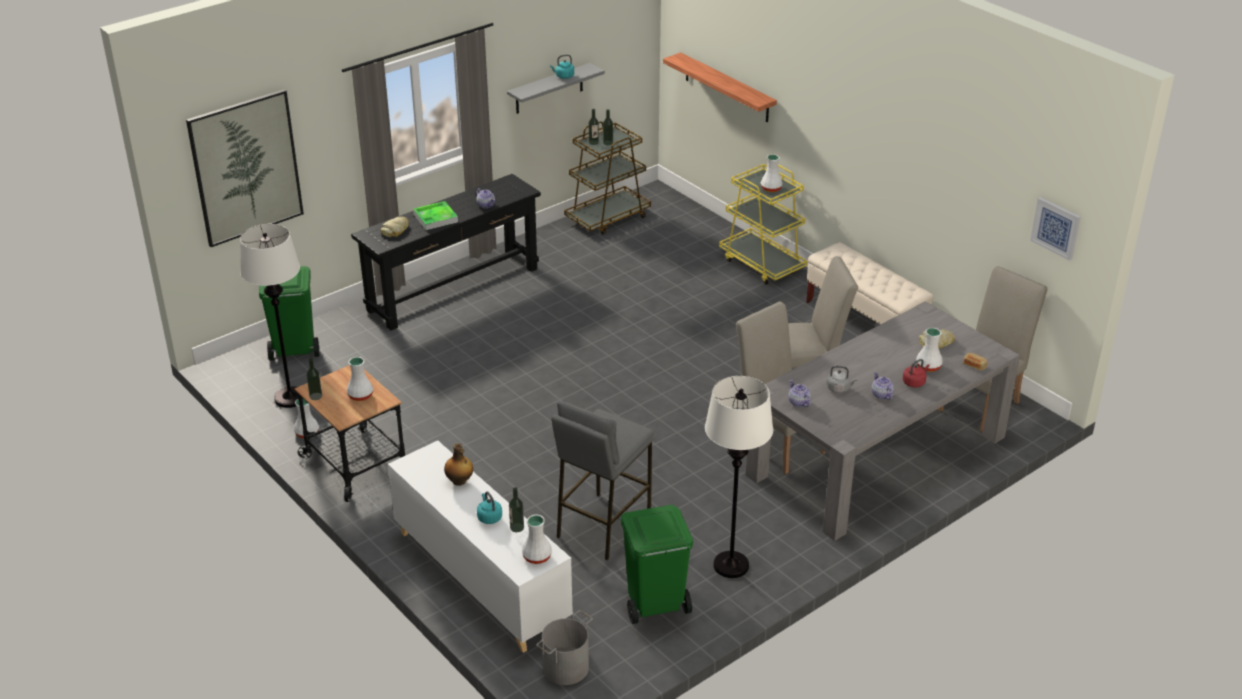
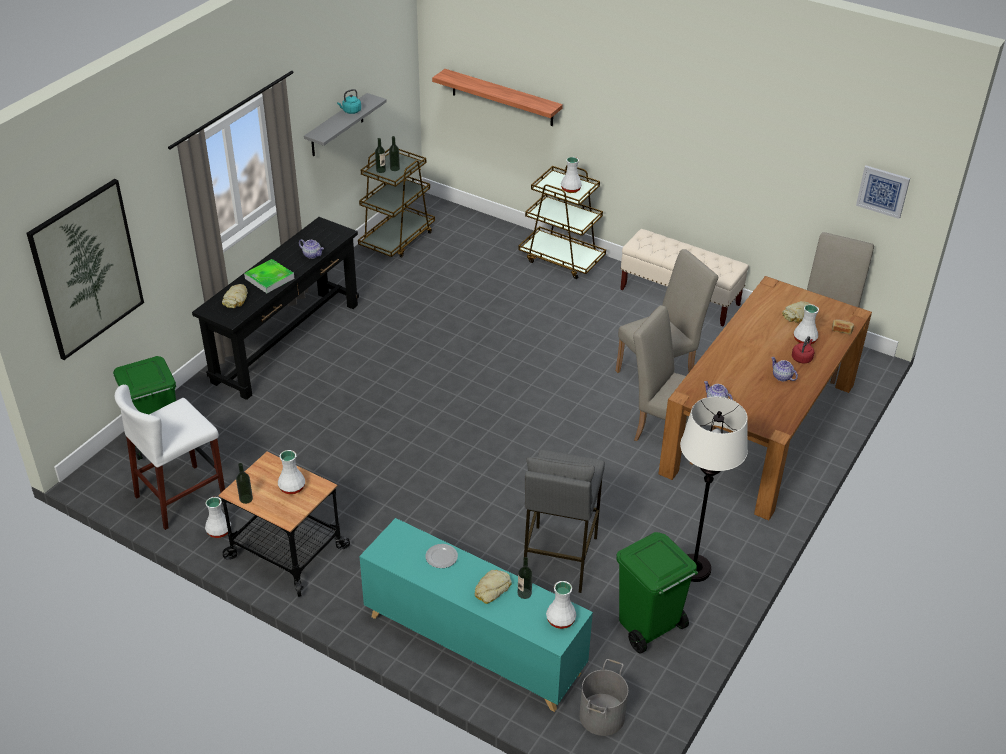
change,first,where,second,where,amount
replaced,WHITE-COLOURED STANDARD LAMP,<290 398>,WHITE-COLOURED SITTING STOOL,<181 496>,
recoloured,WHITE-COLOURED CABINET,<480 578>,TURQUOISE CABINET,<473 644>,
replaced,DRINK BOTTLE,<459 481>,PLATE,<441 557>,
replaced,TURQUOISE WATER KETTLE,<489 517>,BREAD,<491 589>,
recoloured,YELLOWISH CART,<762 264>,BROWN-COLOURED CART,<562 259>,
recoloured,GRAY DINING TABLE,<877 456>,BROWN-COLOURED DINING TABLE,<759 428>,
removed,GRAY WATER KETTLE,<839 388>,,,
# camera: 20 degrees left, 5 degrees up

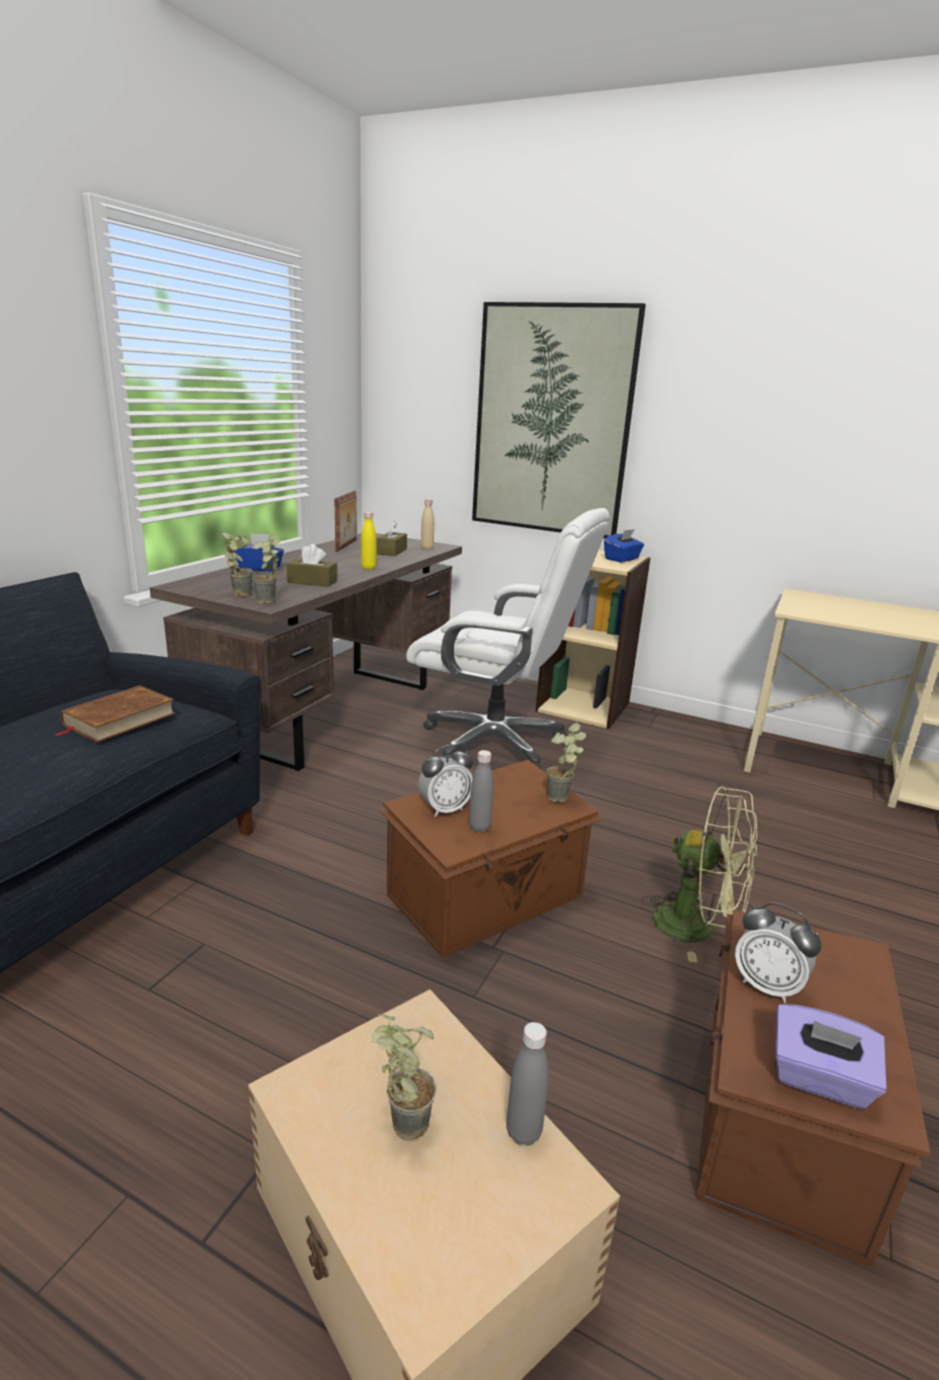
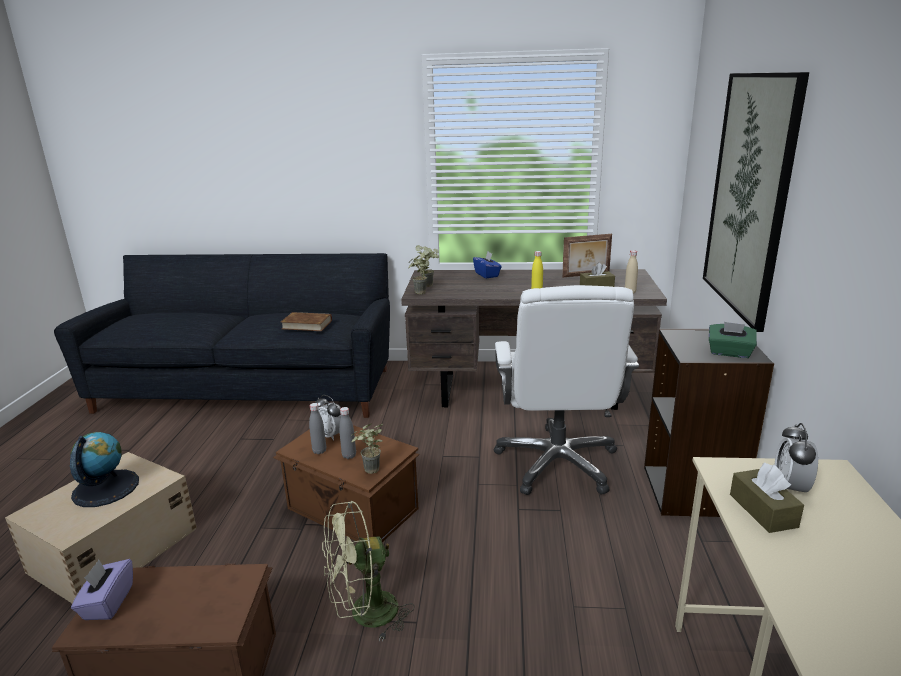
change,first,where,second,where,amount
replaced,PLANT IN A POT,<399 1123>,WORLD GLOBE,<105 488>,
turned,GREEN FAN,<697 927>,,<364 615>,60 degrees clockwise
moved,GRAY DRINK BOTTLE,<523 1131>,,<349 456>,
recoloured,BEIGE-COLOURED BOOKSHELF,<583 706>,BLACK BOOKSHELF,<692 491>,
recoloured,BLUISH BOX OF TISSUES,<622 559>,GREEN BOX OF TISSUES,<729 353>,
moved,BROWN-COLOURED BOX OF TISSUES,<312 582>,,<763 510>,
moved,TABLE CLOCK,<767 985>,,<790 488>,
# camera: 70 degrees right, 0 degrees up

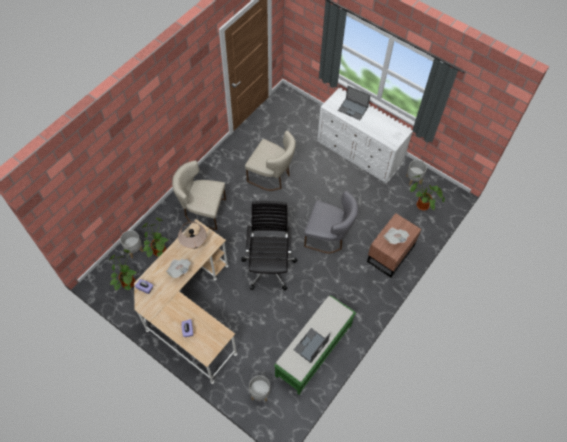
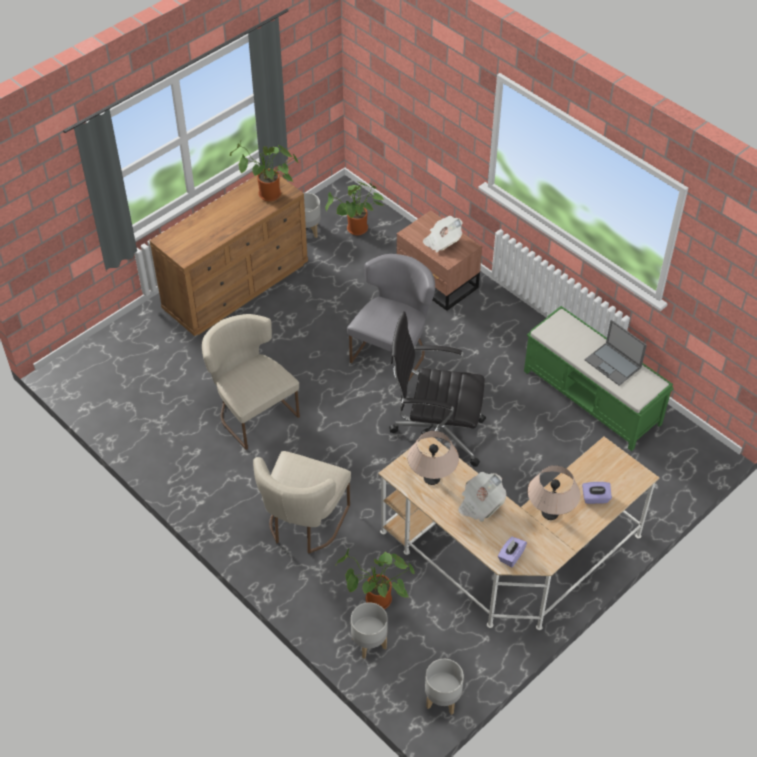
change,first,where,second,where,amount
recoloured,WHITE-COLOURED DRAWER CHEST,<359 153>,BROWN-COLOURED DRAWER CHEST,<237 286>,
turned,BEIGE-COLOURED CHAIR,<272 176>,,<252 411>,75 degrees counterclockwise
moved,PLANT IN A POT,<127 281>,,<267 196>,
moved,GRAY PLANT POT,<260 393>,,<442 699>,
added,,,BEIGE-COLOURED TABLE LAMP,<550 513>,
removed,PORTABLE COMPUTER,<353 109>,,,
# camera: 80 degrees left, 10 degrees down

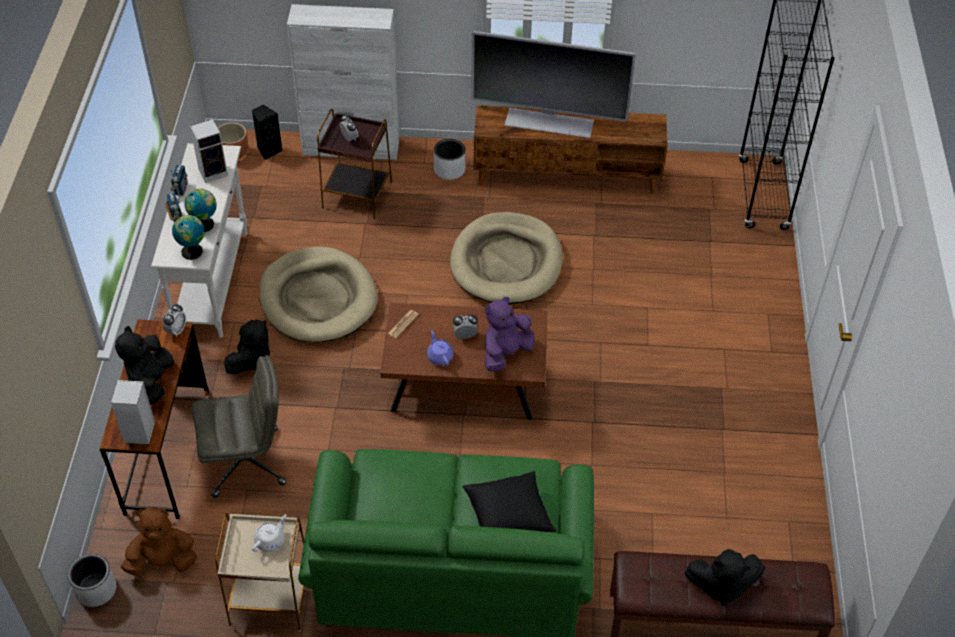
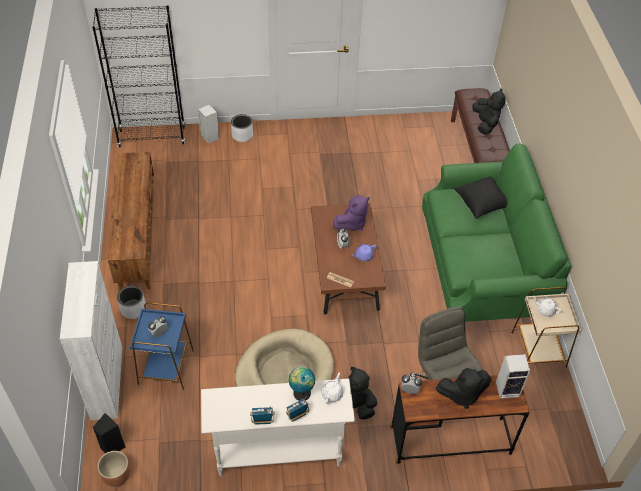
change,first,where,second,where,amount
recoloured,BROWN-COLOURED ACCENT TABLE,<357 195>,BLUISH ACCENT TABLE,<166 367>,
moved,SPEAKER,<214 171>,,<209 136>,
moved,WHITE-COLOURED PLANT POT,<96 590>,,<242 135>,
replaced,WORLD GLOBE,<193 250>,WHITE-COLOURED TEA POT,<332 393>,
turned,PURPLE SOFT TOY,<505 353>,,<352 223>,75 degrees counterclockwise
removed,BROWN-COLOURED SOFT TOY,<163 561>,,,
removed,BEIGE-COLOURED DOG CUSHION,<506 262>,,,
removed,TELEVISION,<549 122>,,,
# camera: 100 degrees left, 0 degrees up

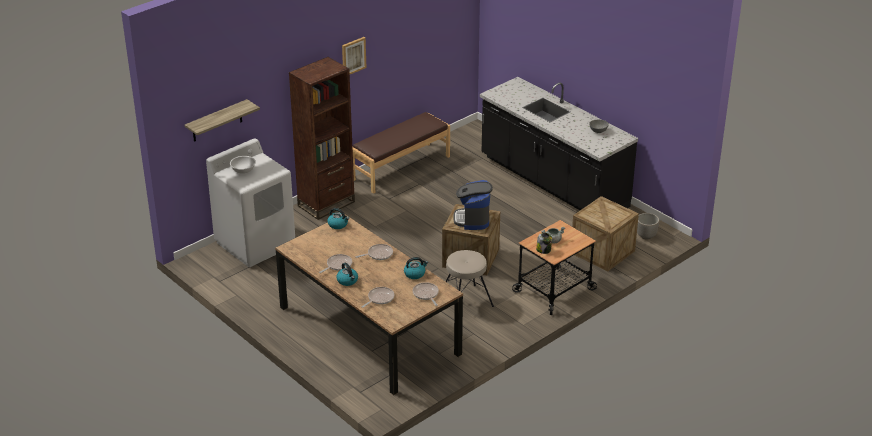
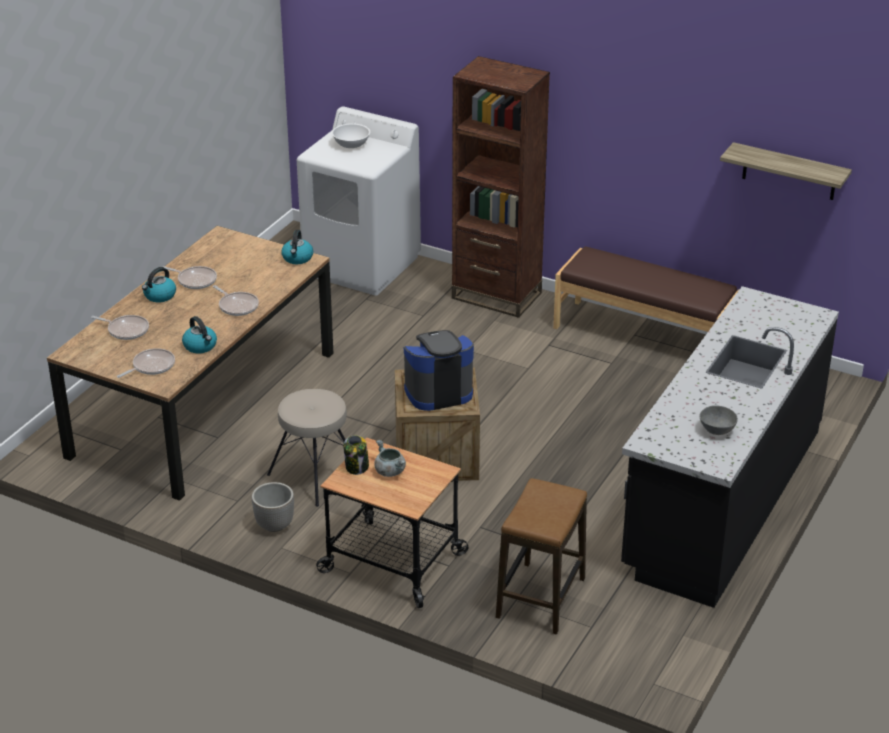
change,first,where,second,where,amount
moved,PLANT POT,<646 236>,,<275 525>,
replaced,CRATE,<602 252>,SITTING STOOL,<541 598>,
moved,SHELF,<217 121>,,<789 172>,
removed,WALL PICTURE,<353 56>,,,
# camera: 70 degrees right, 0 degrees up

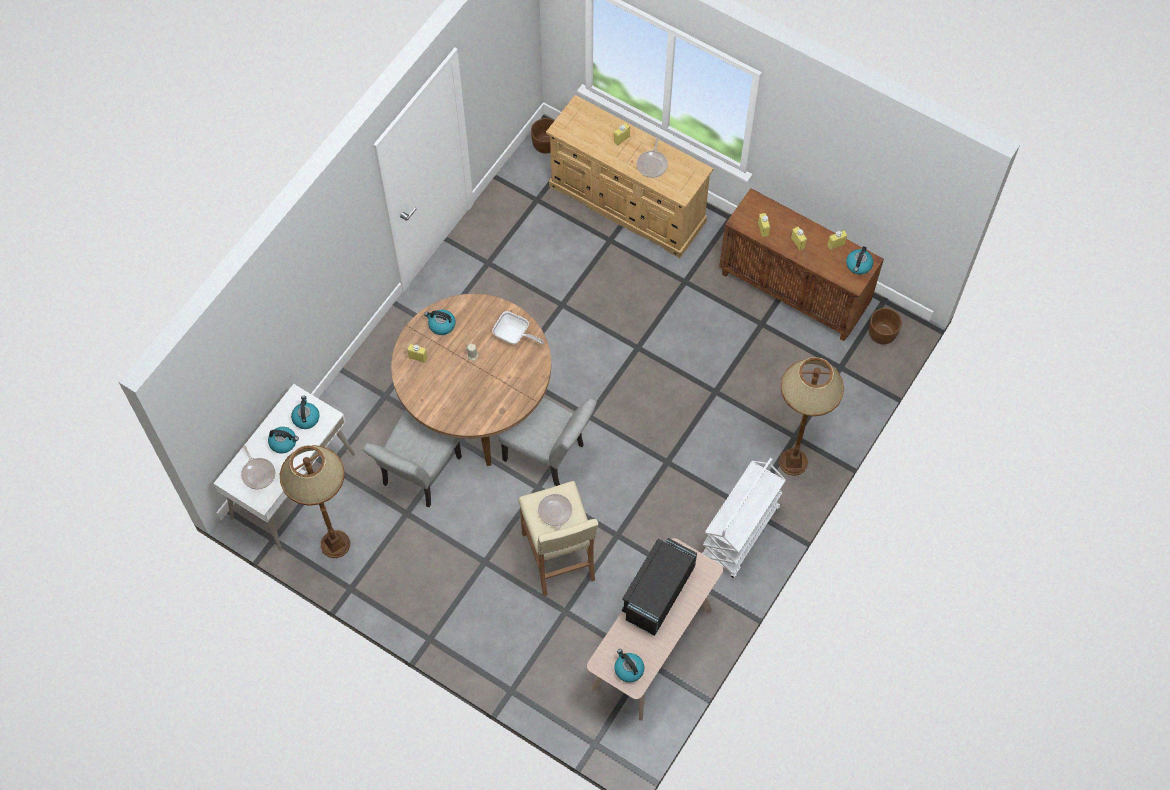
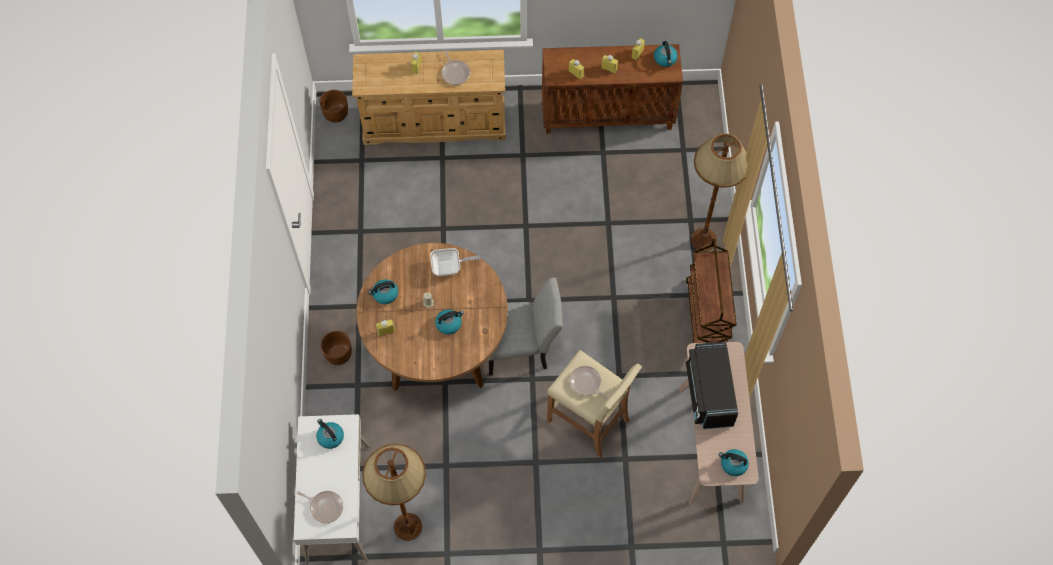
change,first,where,second,where,amount
moved,BROWN-COLOURED PLANT POT,<882 334>,,<338 354>,
moved,WATER KETTLE,<283 442>,,<449 324>,
recoloured,WHITE-COLOURED CART,<740 534>,BROWN-COLOURED CART,<707 316>,
removed,GRAY CHAIR,<418 476>,,,
# camera: 35 degrees left, 0 degrees up

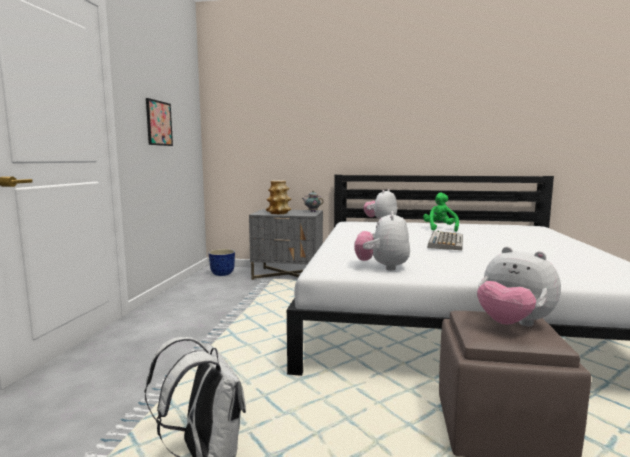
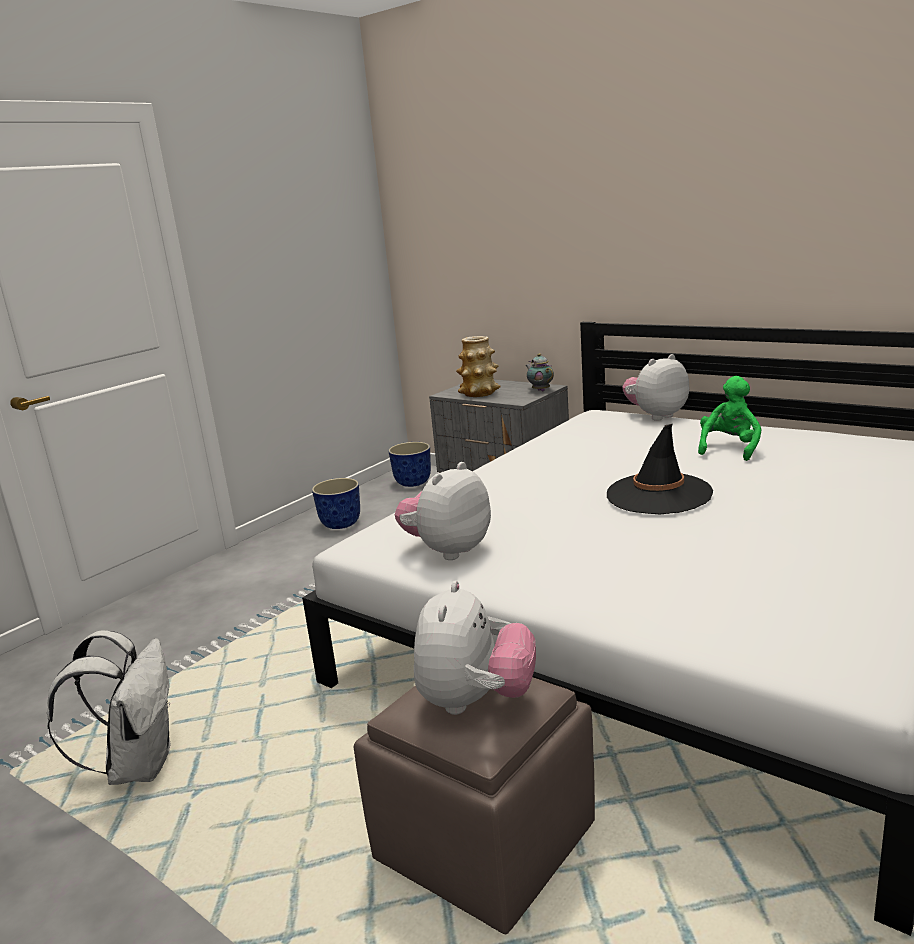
change,first,where,second,where,amount
added,,,PLANT POT,<341 524>,
turned,SOFT TOY,<513 324>,,<476 701>,150 degrees counterclockwise
replaced,COMPUTER KEYBOARD,<445 242>,BLACK CLOTHING HAT,<658 494>,
removed,WALL PICTURE,<159 123>,,,
# camera: 30 degrees right, 10 degrees up

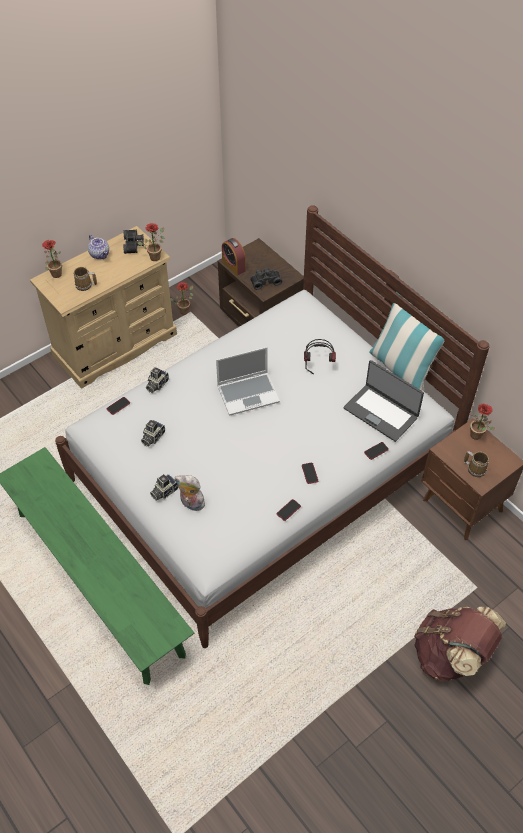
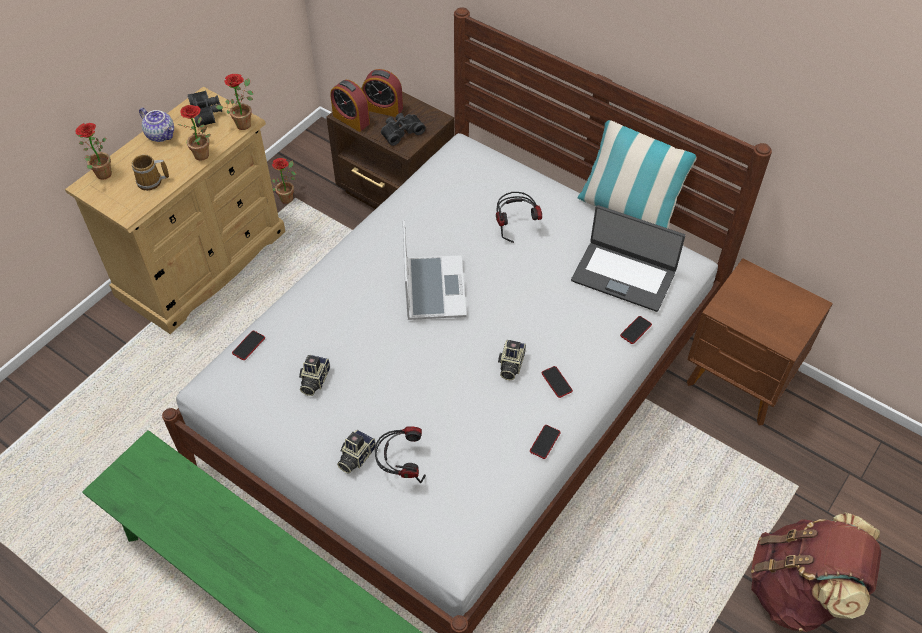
change,first,where,second,where,amount
moved,PLANT IN A POT,<478 436>,,<204 156>,
added,,,TABLE CLOCK,<383 108>,
replaced,SOFT TOY,<191 504>,HEADSET,<401 466>,
turned,PORTABLE COMPUTER,<248 393>,,<433 288>,60 degrees counterclockwise
moved,PHOTO CAMERA,<156 384>,,<510 365>,
removed,TEA MUG,<475 468>,,,
# camera: 15 degrees left, 0 degrees up

